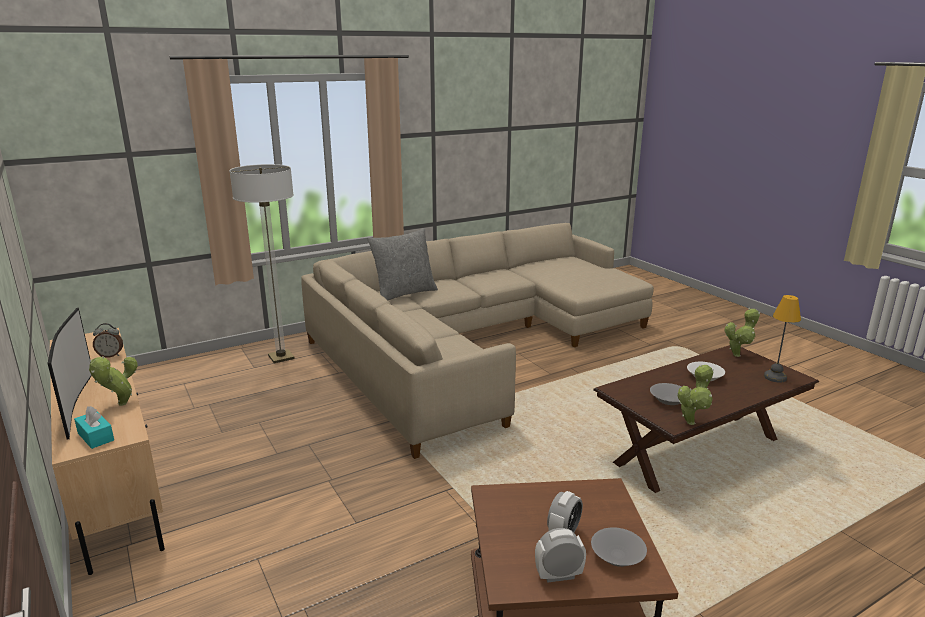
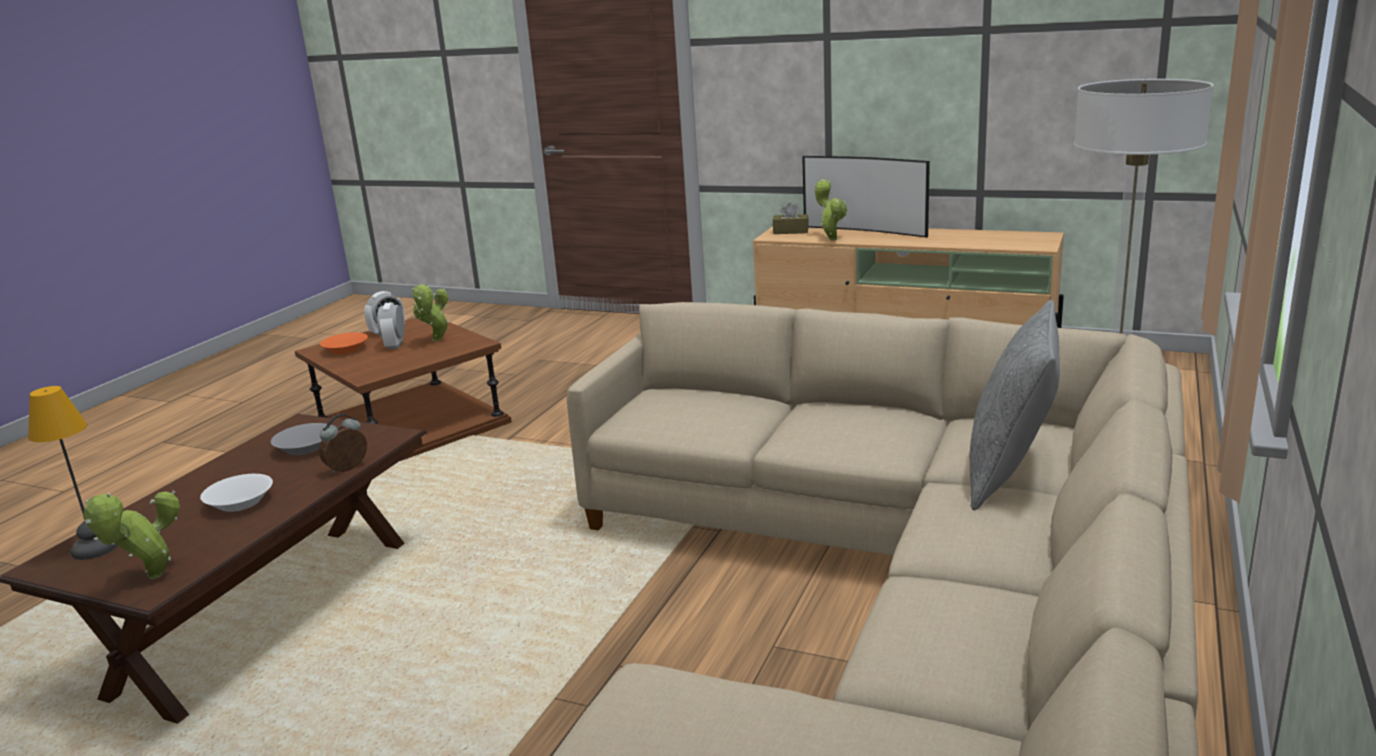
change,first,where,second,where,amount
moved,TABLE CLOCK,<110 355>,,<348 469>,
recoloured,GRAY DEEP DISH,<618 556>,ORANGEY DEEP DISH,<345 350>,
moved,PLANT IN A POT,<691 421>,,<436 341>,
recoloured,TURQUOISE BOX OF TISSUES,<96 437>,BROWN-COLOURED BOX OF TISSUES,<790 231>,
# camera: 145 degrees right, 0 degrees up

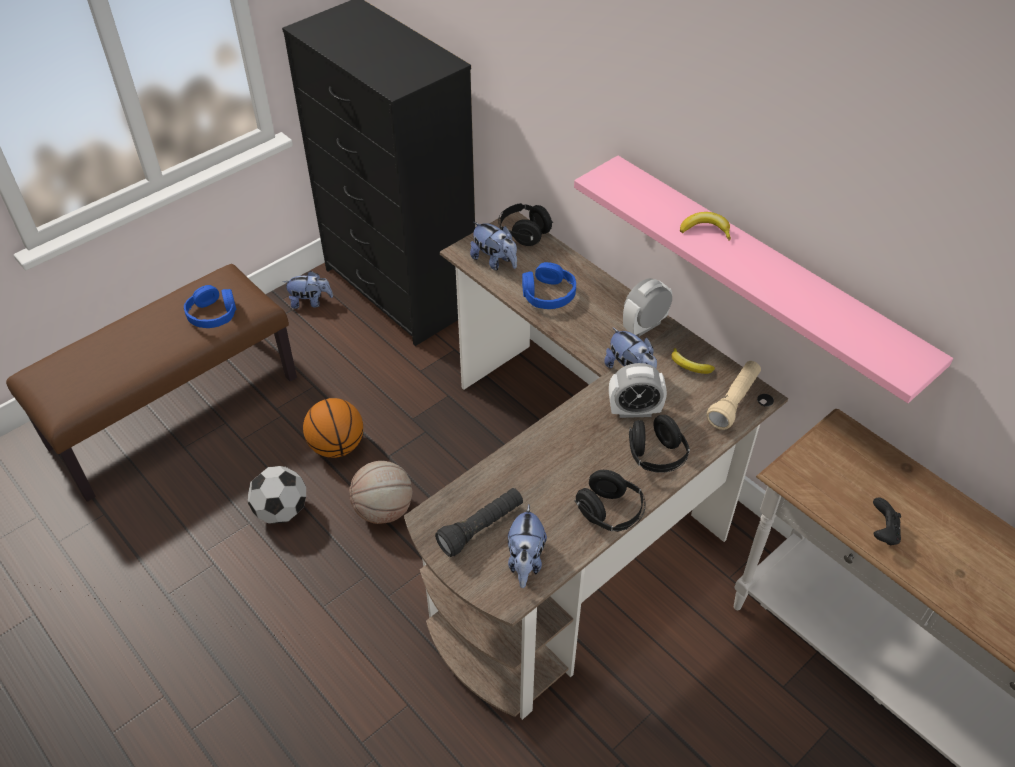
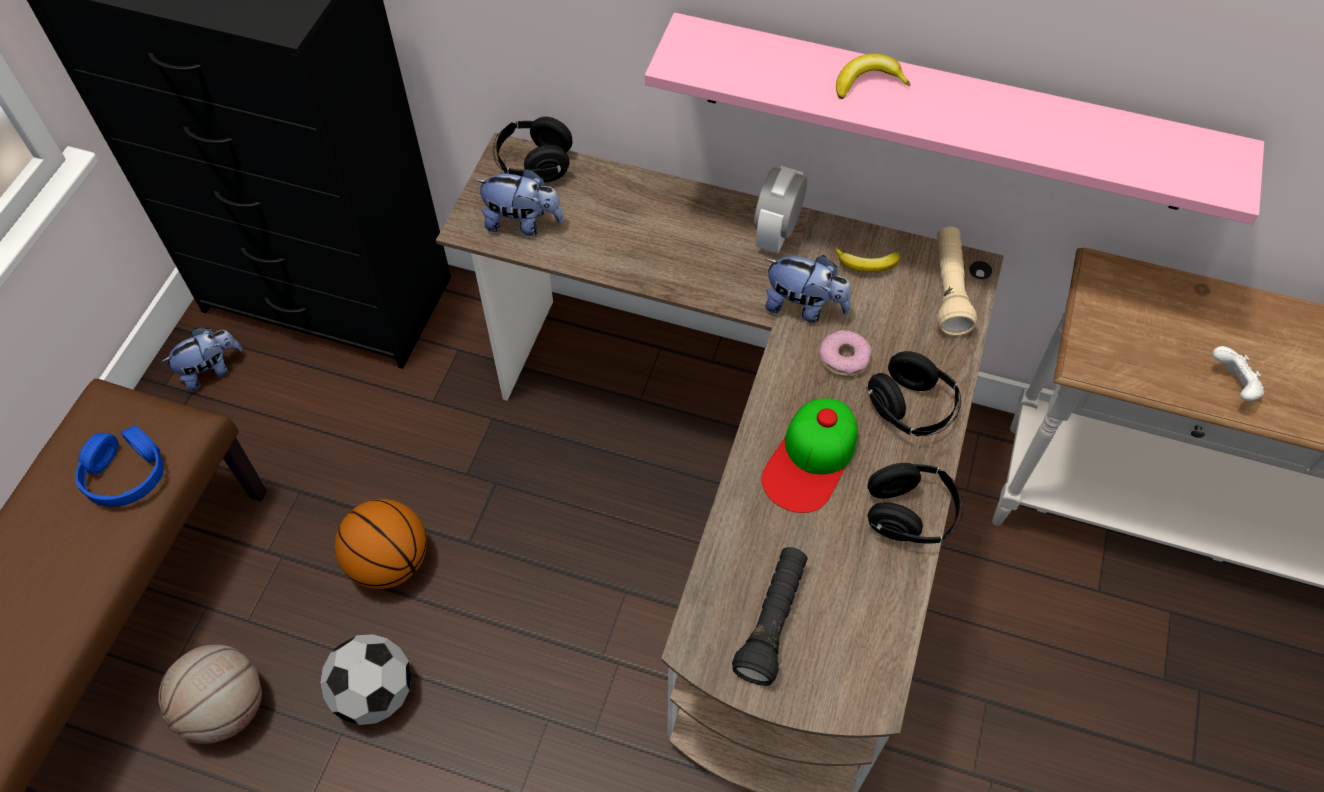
change,first,where,second,where,amount
moved,BASKETBALL,<384 510>,,<226 708>,
added,,,BASEBALL CAP,<811 459>,
replaced,TABLE CLOCK,<634 411>,DOUGHNUT,<844 358>,
recoloured,BLACK JOYPAD,<882 532>,WHITE-COLOURED JOYPAD,<1232 385>,
removed,SOFT TOY,<525 561>,,,
removed,BLUISH HEADSET,<548 294>,,,
# camera: 30 degrees left, 10 degrees up

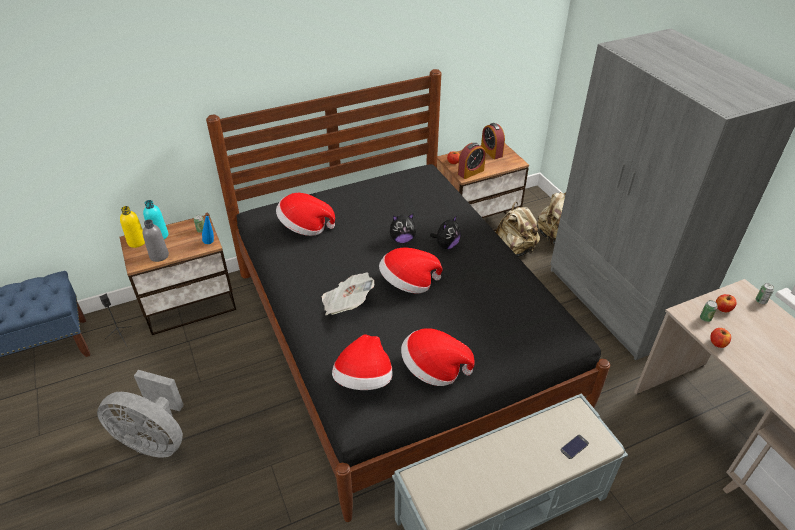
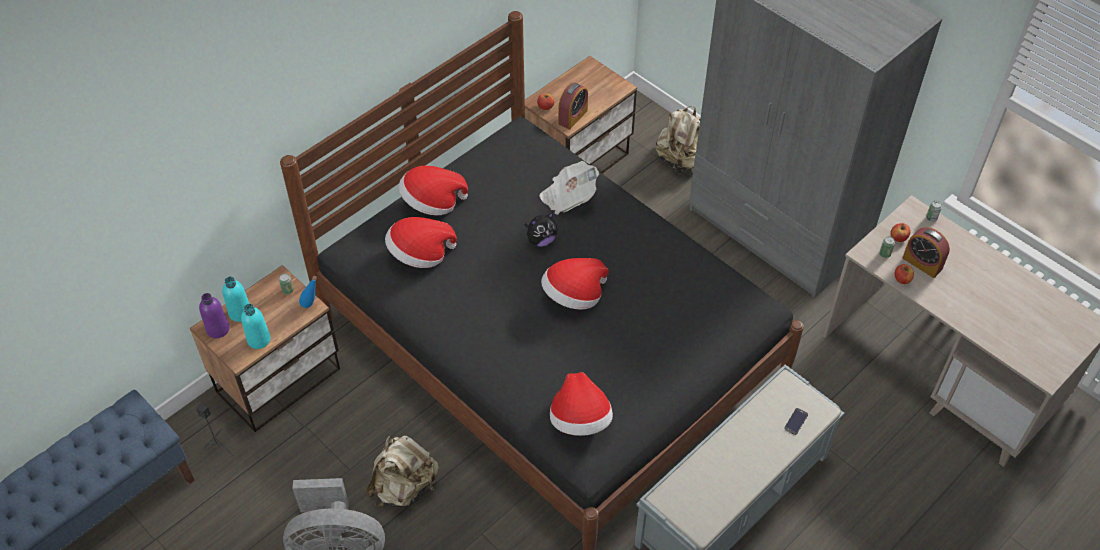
change,first,where,second,where,amount
recoloured,YELLOWISH DRINK BOTTLE,<137 242>,PURPLE DRINK BOTTLE,<218 329>,
recoloured,GRAY DRINK BOTTLE,<159 256>,TURQUOISE DRINK BOTTLE,<259 340>,
moved,BEIGE-COLOURED RUCKSACK,<513 251>,,<404 487>,
moved,CLOTHING HAT,<433 369>,,<432 203>,
moved,DAILY PAPER,<346 304>,,<568 198>,
moved,TABLE CLOCK,<491 152>,,<922 263>,
removed,SOFT TOY,<446 245>,,,
# camera: 20 degrees left, 10 degrees up

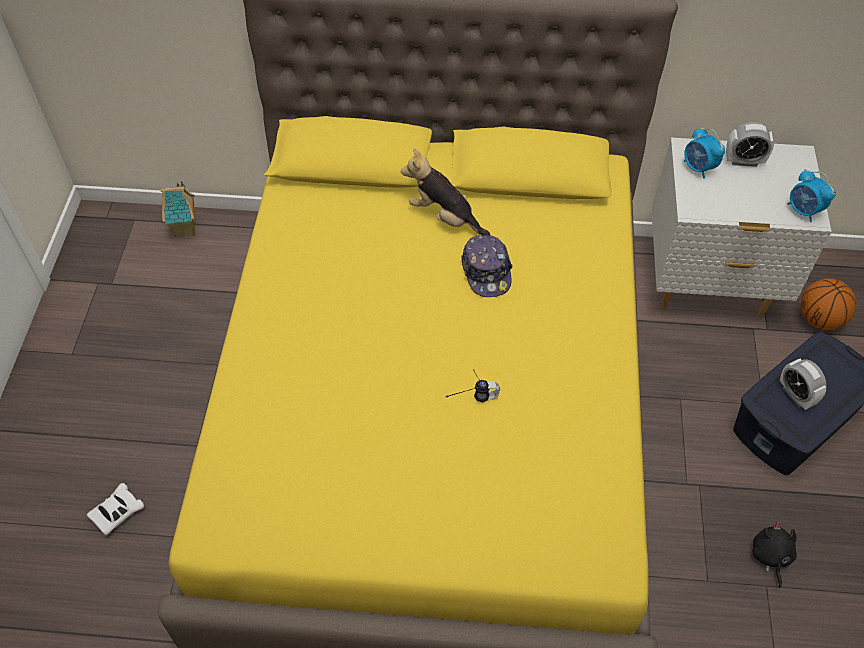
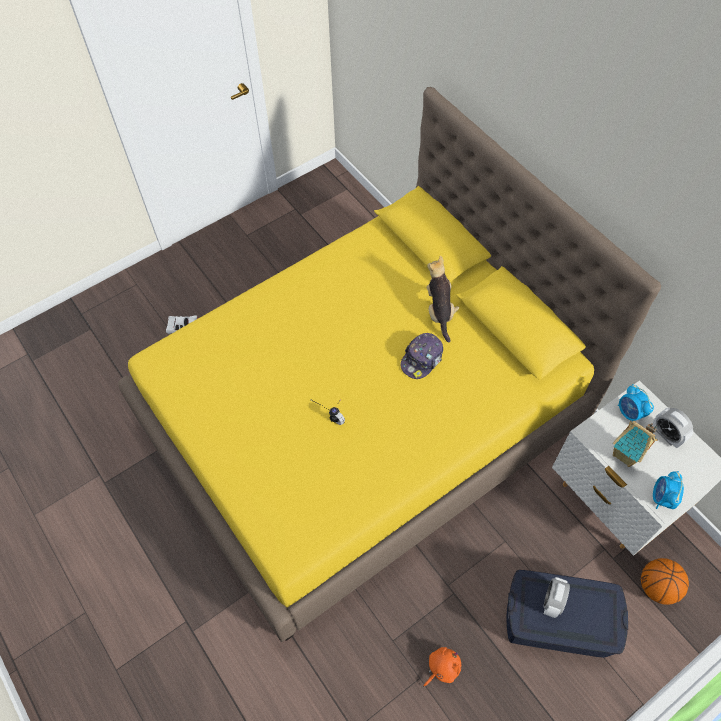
change,first,where,second,where,amount
recoloured,BLACK SOFT TOY,<770 556>,ORANGEY SOFT TOY,<442 668>,
moved,TOY HOUSE,<186 229>,,<626 455>,
turned,TABLE CLOCK,<698 168>,,<629 413>,45 degrees counterclockwise
# camera: 50 degrees right, 5 degrees up

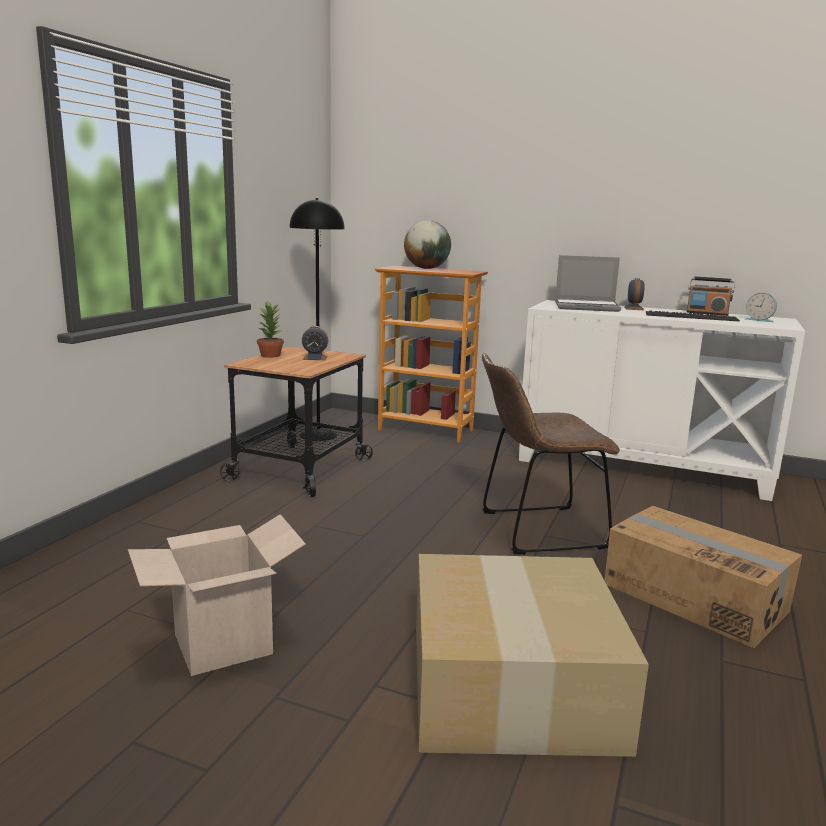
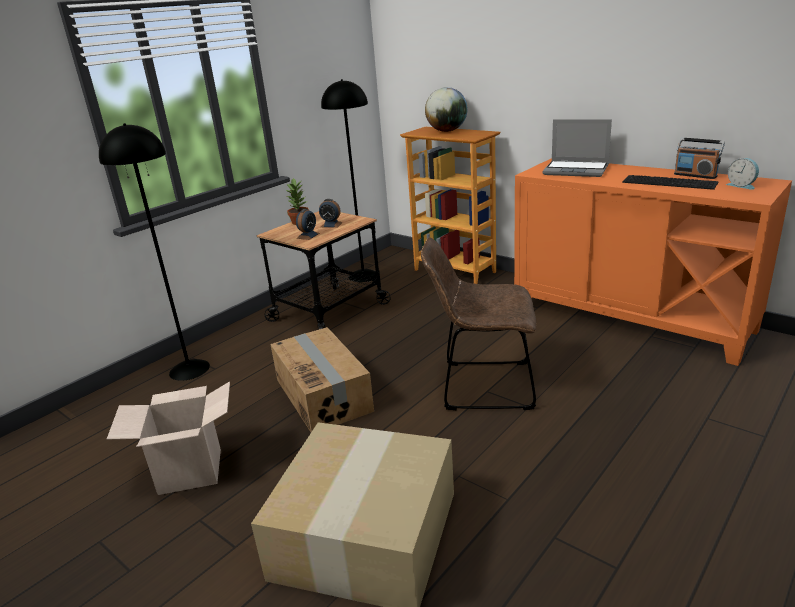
change,first,where,second,where,amount
added,,,BLACK STANDARD LAMP,<189 369>,
moved,CARTON,<694 597>,,<324 395>,
moved,TABLE CLOCK,<634 308>,,<308 236>,
recoloured,WHITE-COLOURED CABINET,<642 466>,ORANGEY CABINET,<630 318>,
# camera: 20 degrees right, 10 degrees up

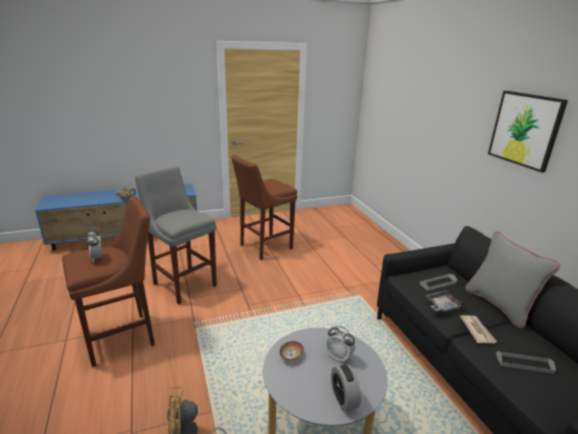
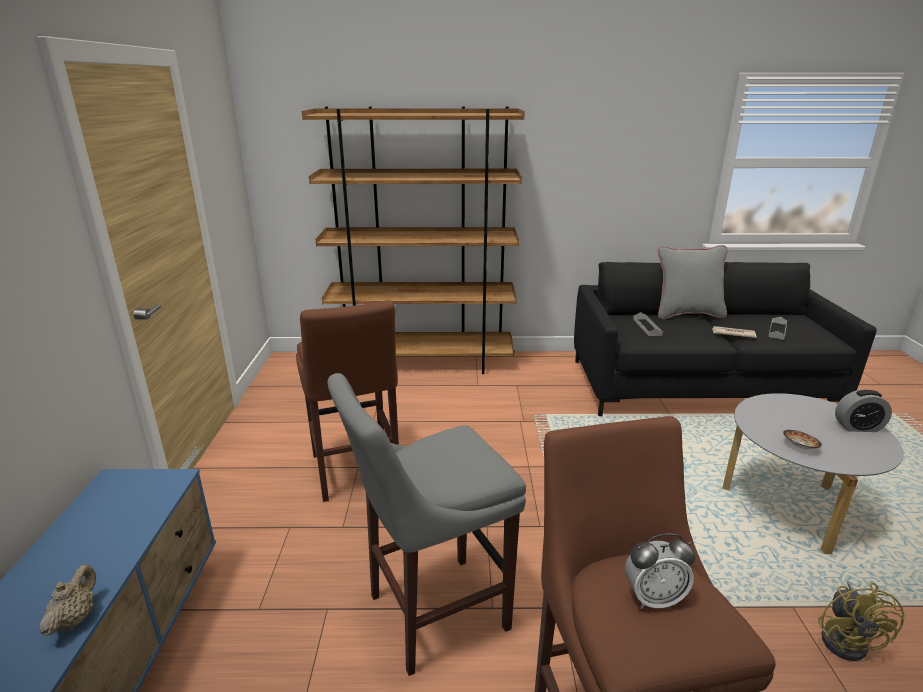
change,first,where,second,where,amount
added,,,BROWN-COLOURED BOOKSHELF,<423 363>,
removed,TABLE CLOCK,<339 356>,,,
removed,GRAY SERVING TRAY,<442 306>,,,
removed,WALL PICTURE,<525 129>,,,
# camera: 70 degrees left, 0 degrees up

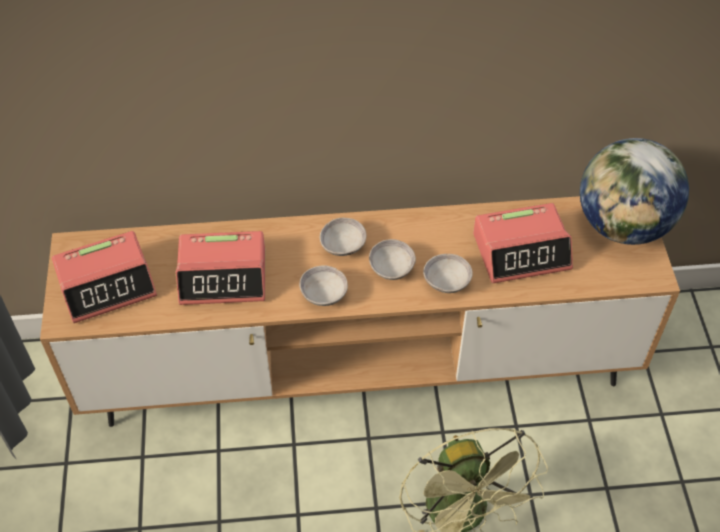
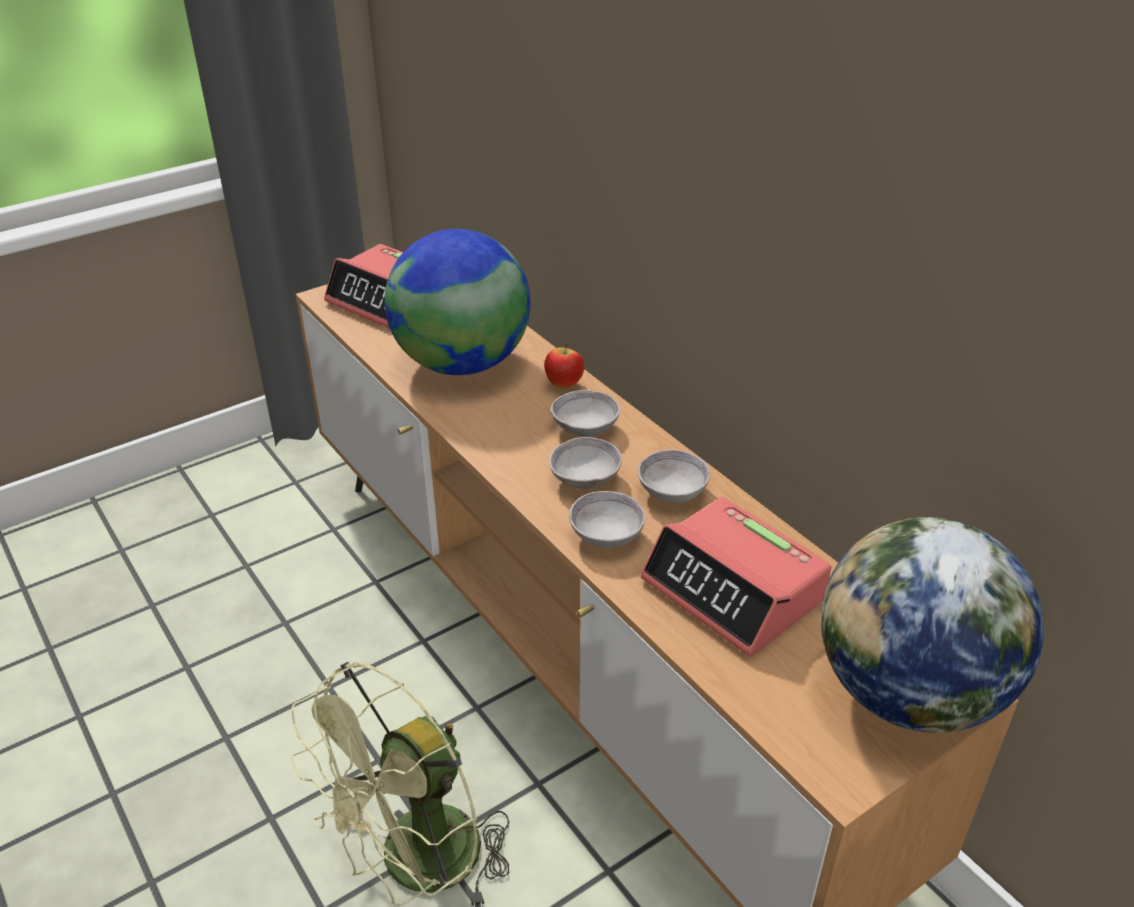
change,first,where,second,where,amount
replaced,TABLE CLOCK,<224 276>,WORLD GLOBE,<462 363>,
added,,,APPLE FRUIT,<564 385>,
moved,GRAY DEEP DISH,<323 294>,,<672 492>,
# camera: 60 degrees right, 15 degrees down

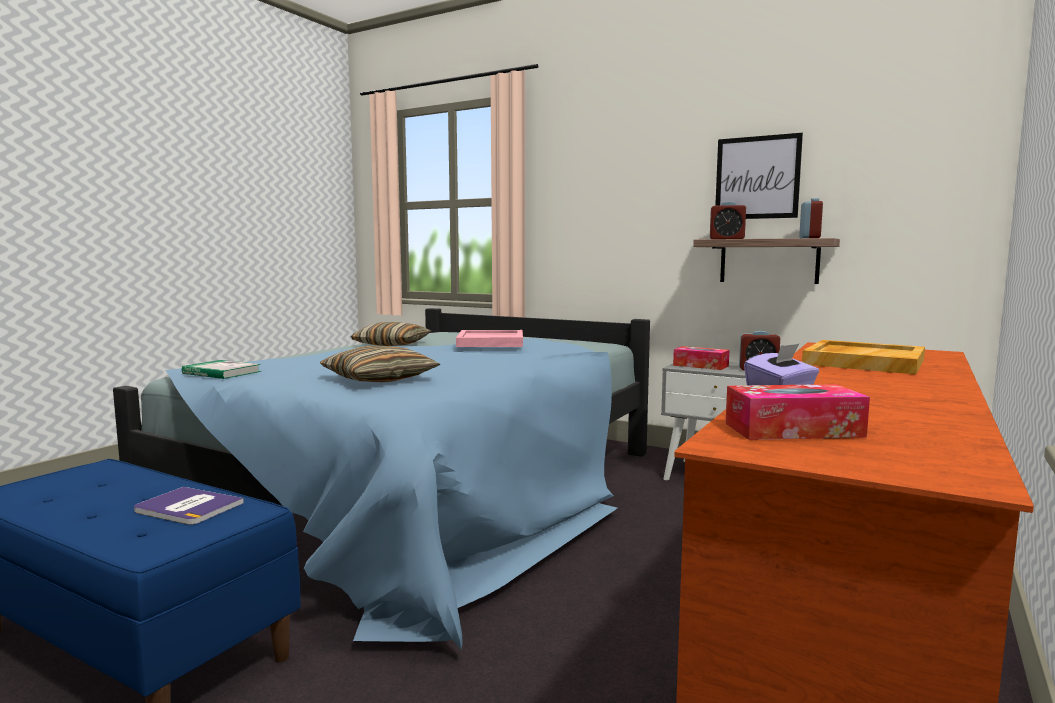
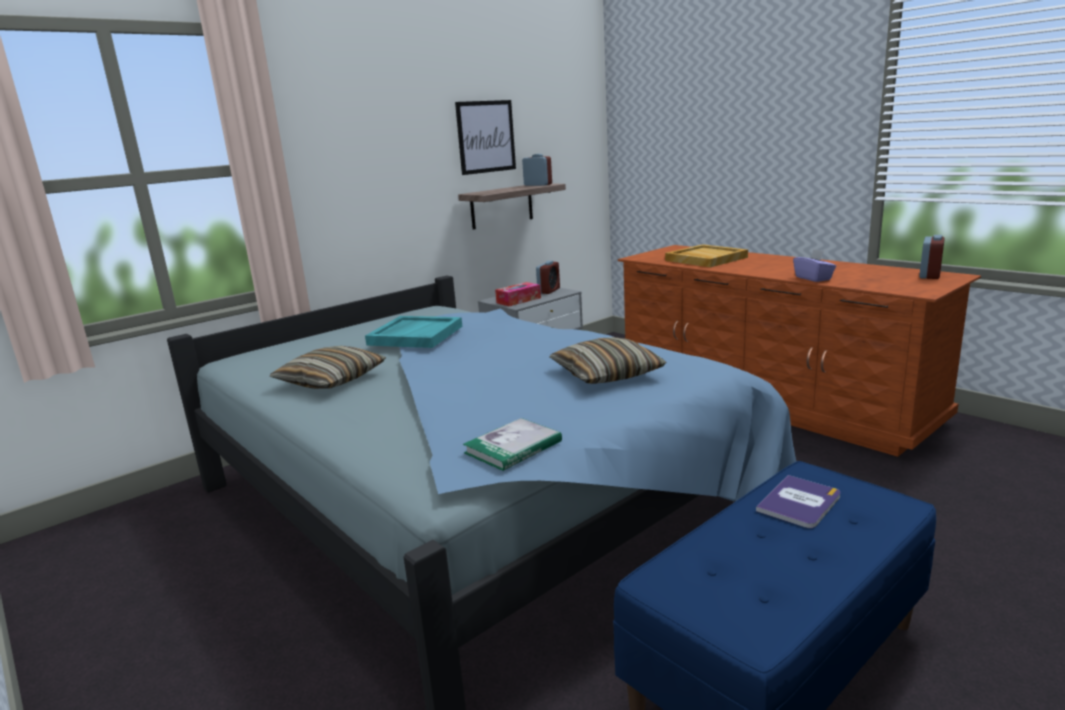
change,first,where,second,where,amount
recoloured,PINKISH SERVING TRAY,<491 342>,TURQUOISE SERVING TRAY,<415 335>,
moved,TABLE CLOCK,<726 239>,,<929 275>,
removed,BOX OF TISSUES,<793 430>,,,
# camera: 70 degrees left, 10 degrees up

